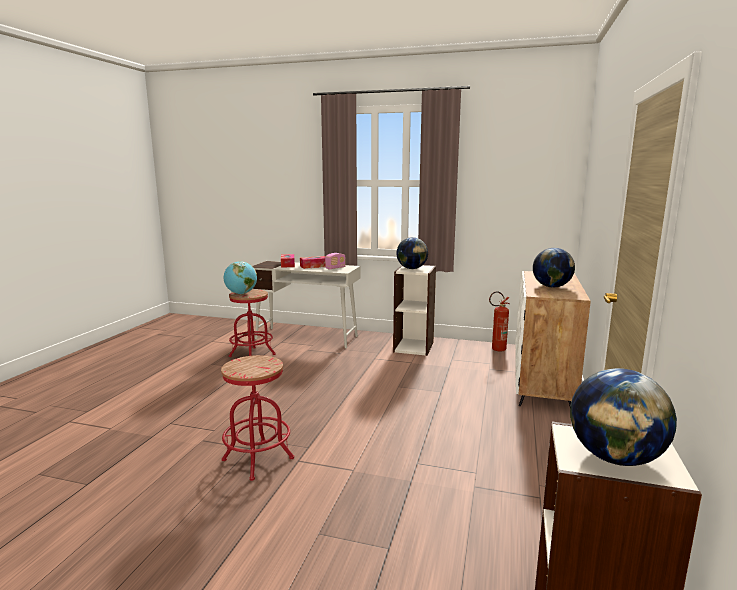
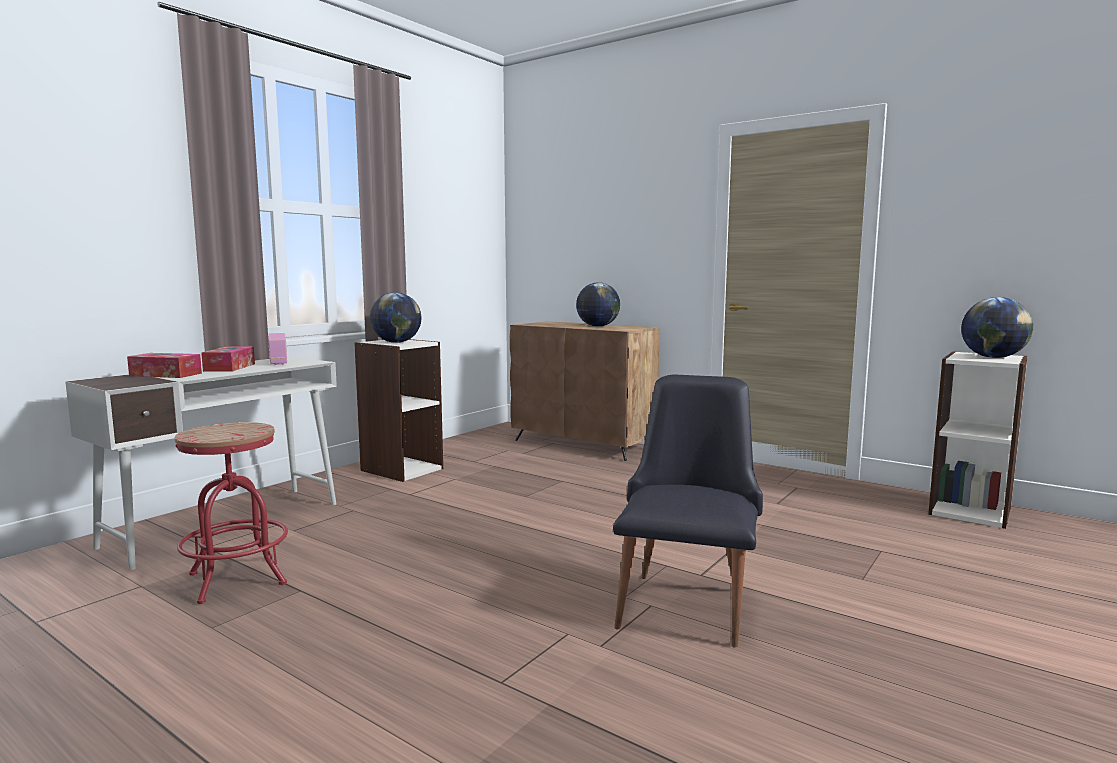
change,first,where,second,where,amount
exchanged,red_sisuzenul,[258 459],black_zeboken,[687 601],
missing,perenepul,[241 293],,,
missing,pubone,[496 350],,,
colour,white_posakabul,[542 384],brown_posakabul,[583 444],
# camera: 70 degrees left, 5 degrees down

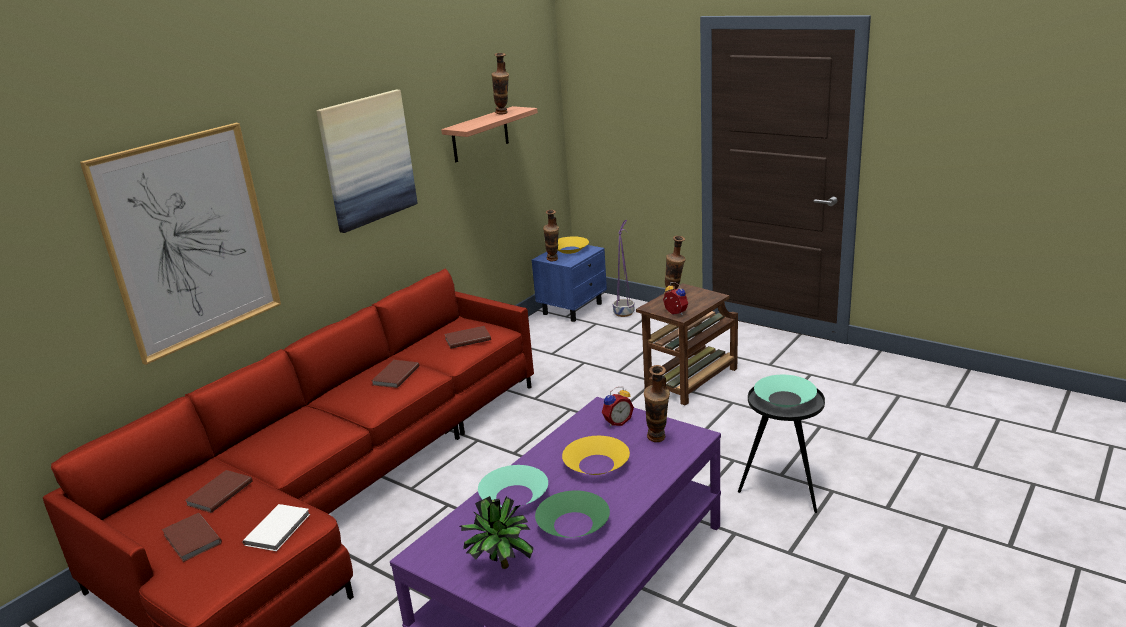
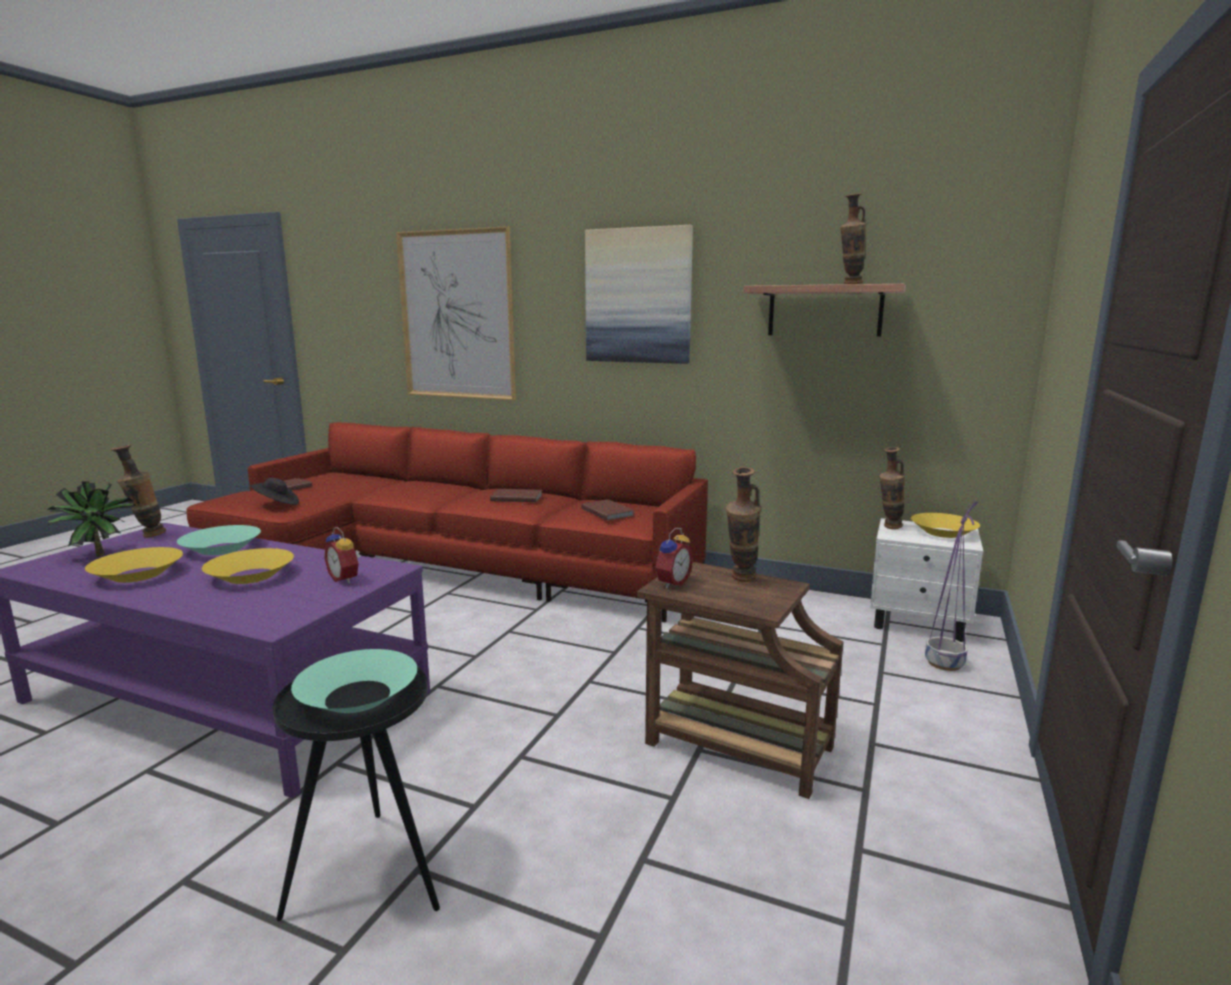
change,first,where,second,where,amount
missing,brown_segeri,[218 493],,,
exchanged,white_segeri,[279 529],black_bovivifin,[276 504],
colour,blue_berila,[573 308],white_berila,[919 623],
colour,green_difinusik,[573 524],yellow_difinusik,[137 574],
relocated,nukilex,[657 441],,[146 536],
# camera: 75 degrees right, 10 degrees down

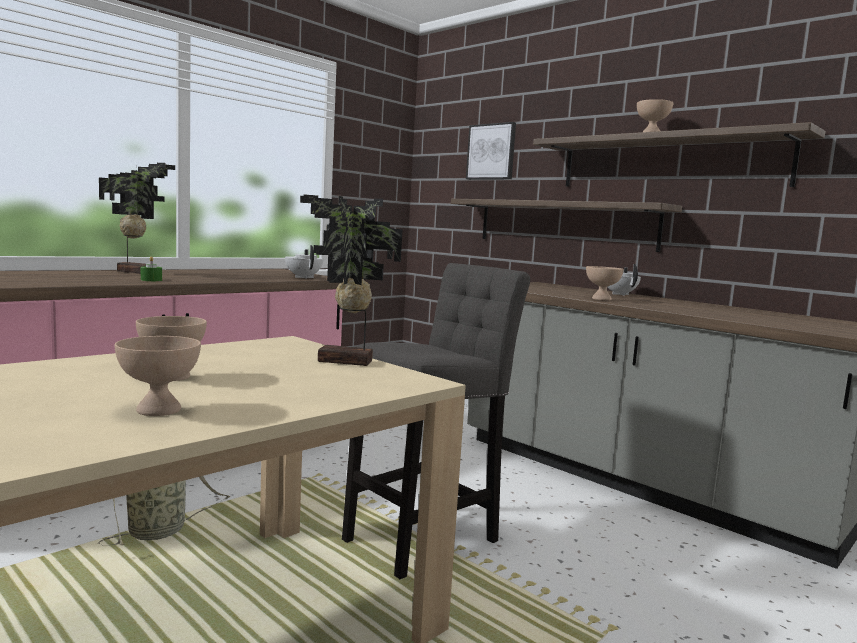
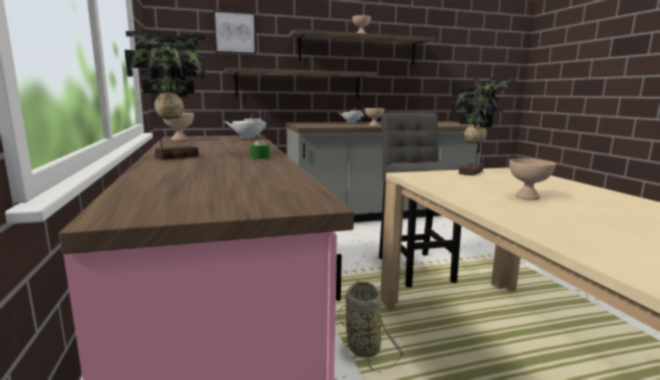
change,first,where,second,where,amount
relocated,beige_difinusik,[159 409],,[179 139],
# camera: 60 degrees left, 5 degrees up

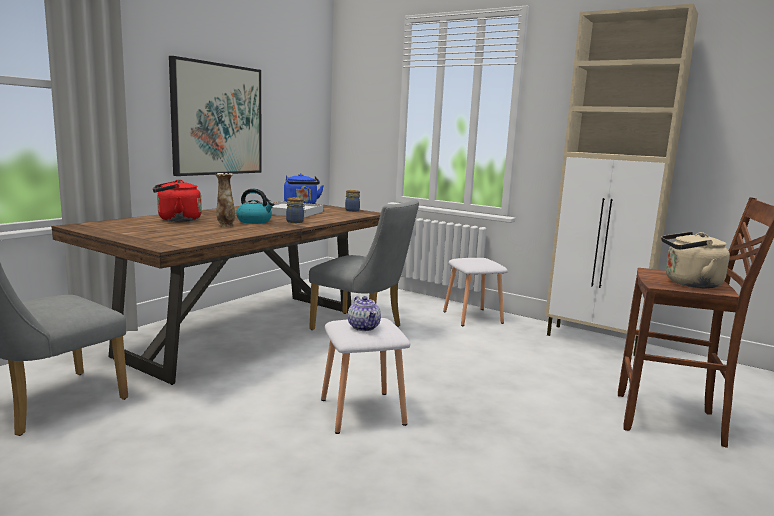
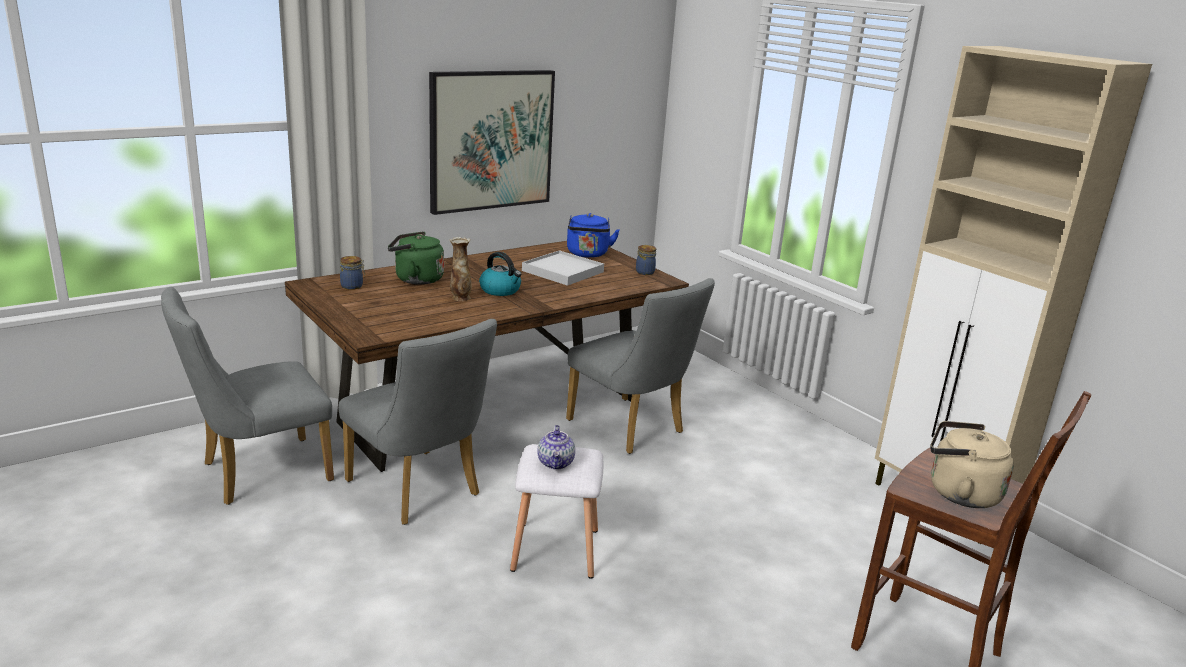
change,first,where,second,where,amount
colour,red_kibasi,[176 220],green_kibasi,[416 279],
relocated,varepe,[295 221],,[353 286],
missing,white_sisuzenul,[473 317],,,
appeared,,,grey_zeboken,[419 492],
# camera: 20 degrees right, 10 degrees up

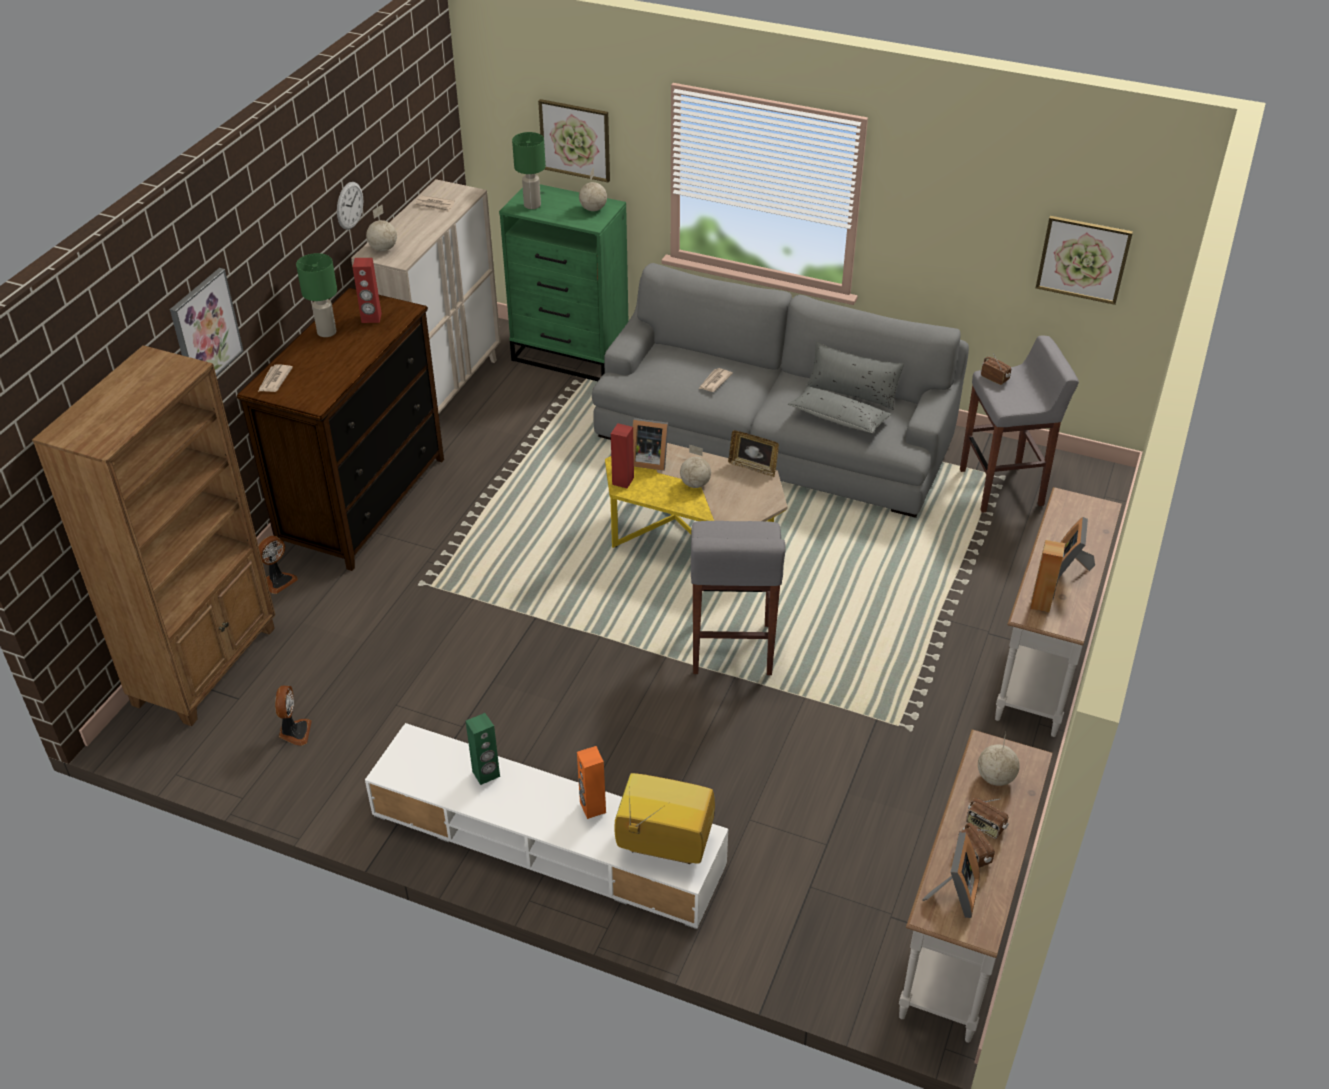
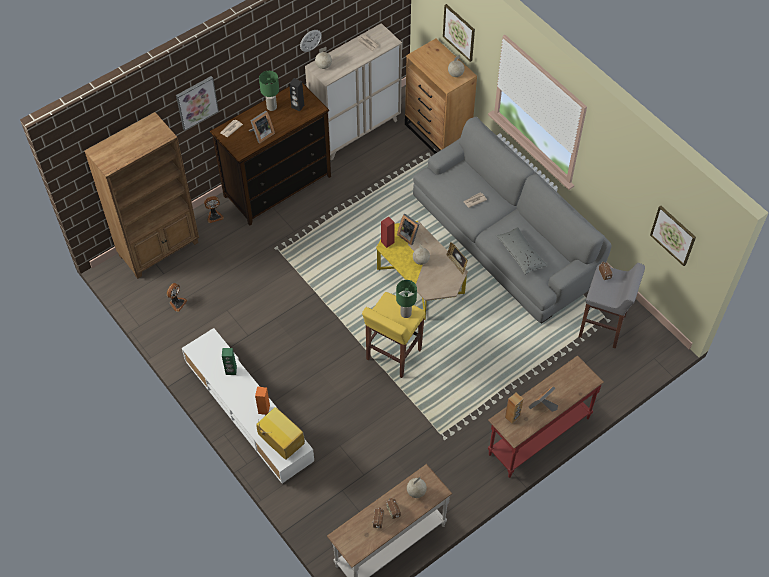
change,first,where,second,where,amount
colour,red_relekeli,[371 318],black_relekeli,[297 106],
colour,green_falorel,[571 356],brown_falorel,[437 134],
relocated,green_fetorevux,[532 205],,[406 314],
colour,grey_sisuzenul,[731 650],yellow_sisuzenul,[393 355],
missing,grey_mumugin,[852 392],,,
relocated,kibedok,[954 895],,[261 134],
colour,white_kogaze,[1042 659],red_kogaze,[538 435],
# camera: 30 degrees right, 15 degrees up

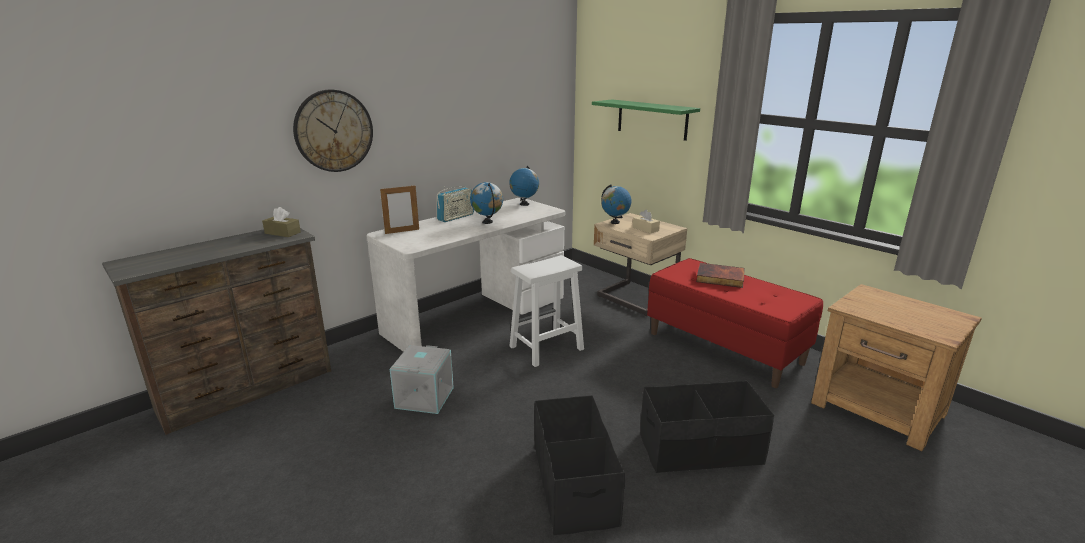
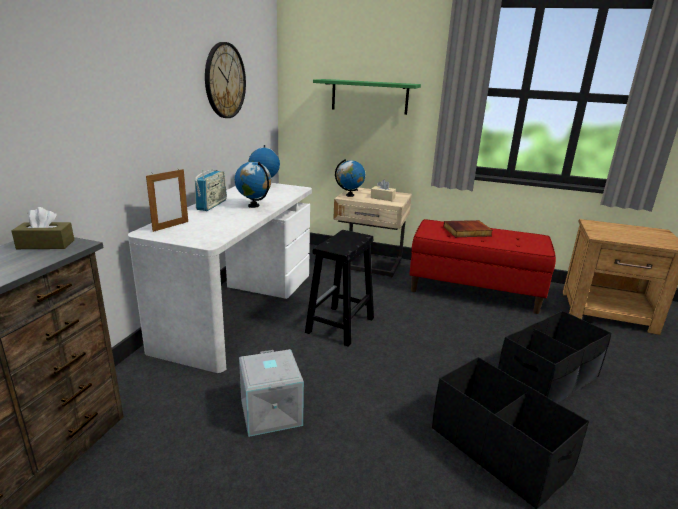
change,first,where,second,where,amount
relocated,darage,[333 131],,[224 81],
colour,white_sisuzenul,[545 348],black_sisuzenul,[340 326],
# camera: 30 degrees left, 0 degrees up

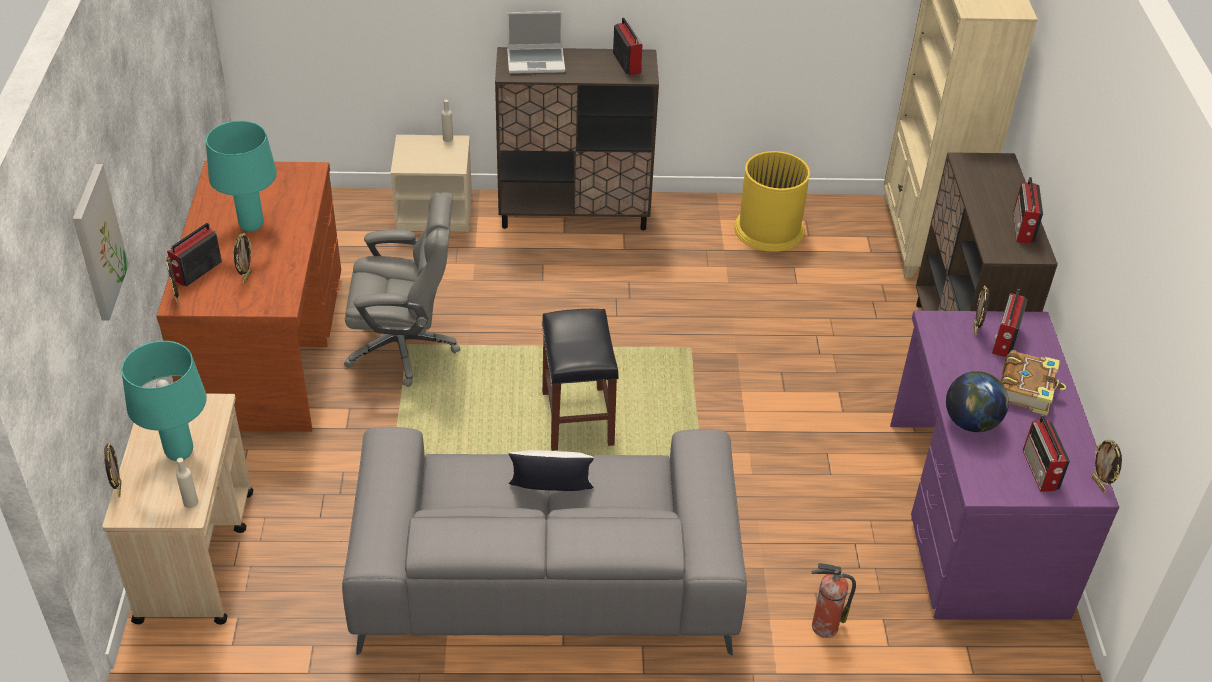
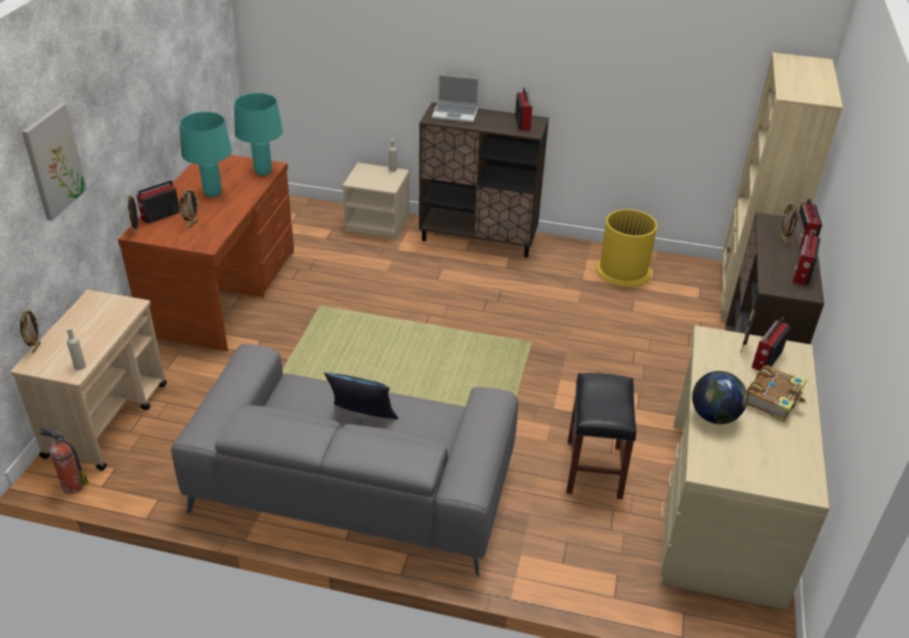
change,first,where,second,where,amount
relocated,turquoise_fetorevux,[179 453],,[263 172],
missing,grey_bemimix,[405 347],,,
colour,white_mumugin,[550 497],blue_mumugin,[361 419],
relocated,black_sisuzenul,[576 417],,[593 468],
relocated,pubone,[823 626],,[72 485],
colour,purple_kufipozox,[973 517],beige_kufipozox,[722 509],
relocated,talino,[1040 471],,[803 240],
relocated,kibedok,[1099 484],,[783 240],
# camera: 15 degrees right, 5 degrees down

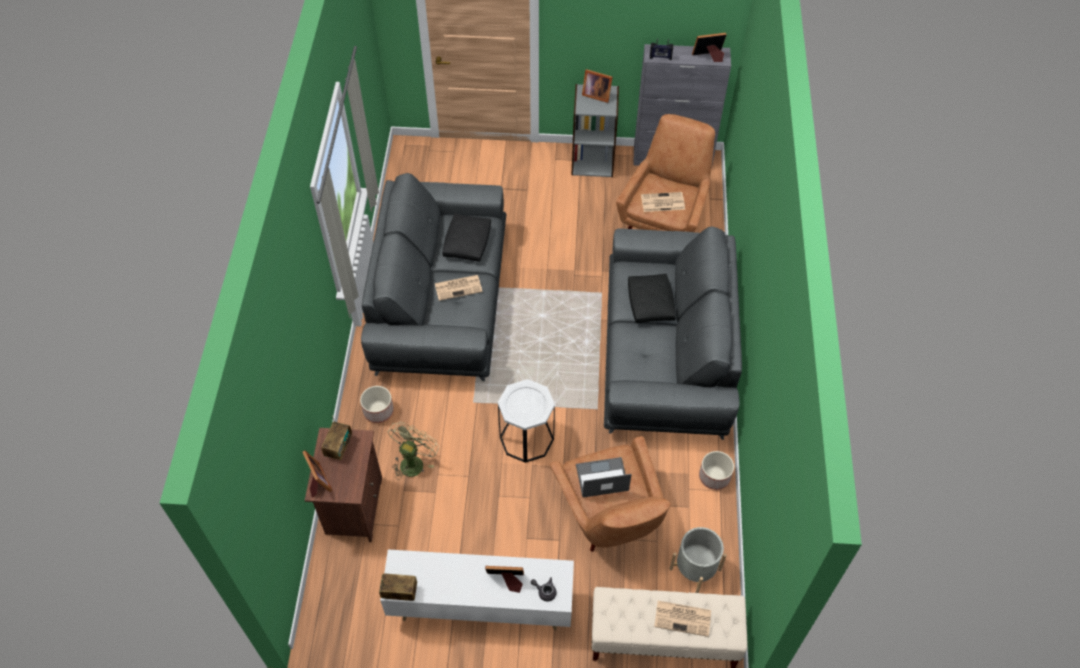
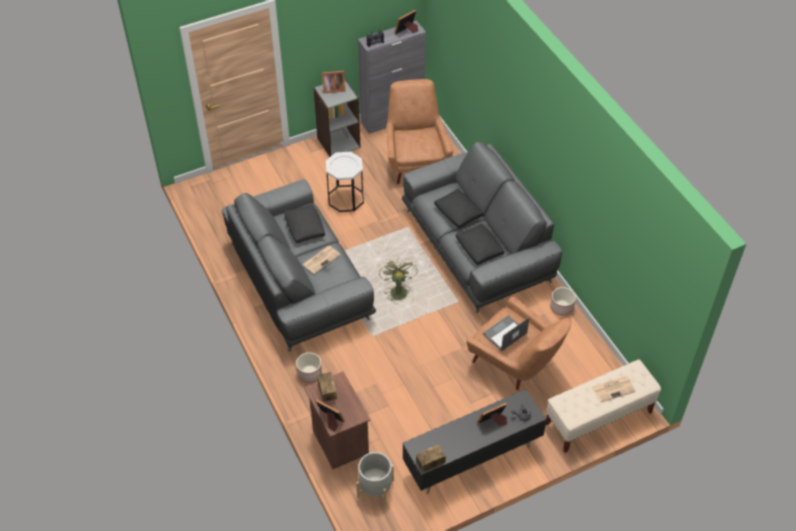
change,first,where,second,where,amount
colour,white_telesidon,[480 606],black_telesidon,[471 459],
relocated,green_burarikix,[413 461],,[397 290],
relocated,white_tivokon,[526 438],,[345 198],
missing,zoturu,[662 202],,,
relocated,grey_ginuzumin,[695 569],,[375 488],
appeared,,,black_mumugin,[479 249],
# camera: 30 degrees left, 5 degrees down

